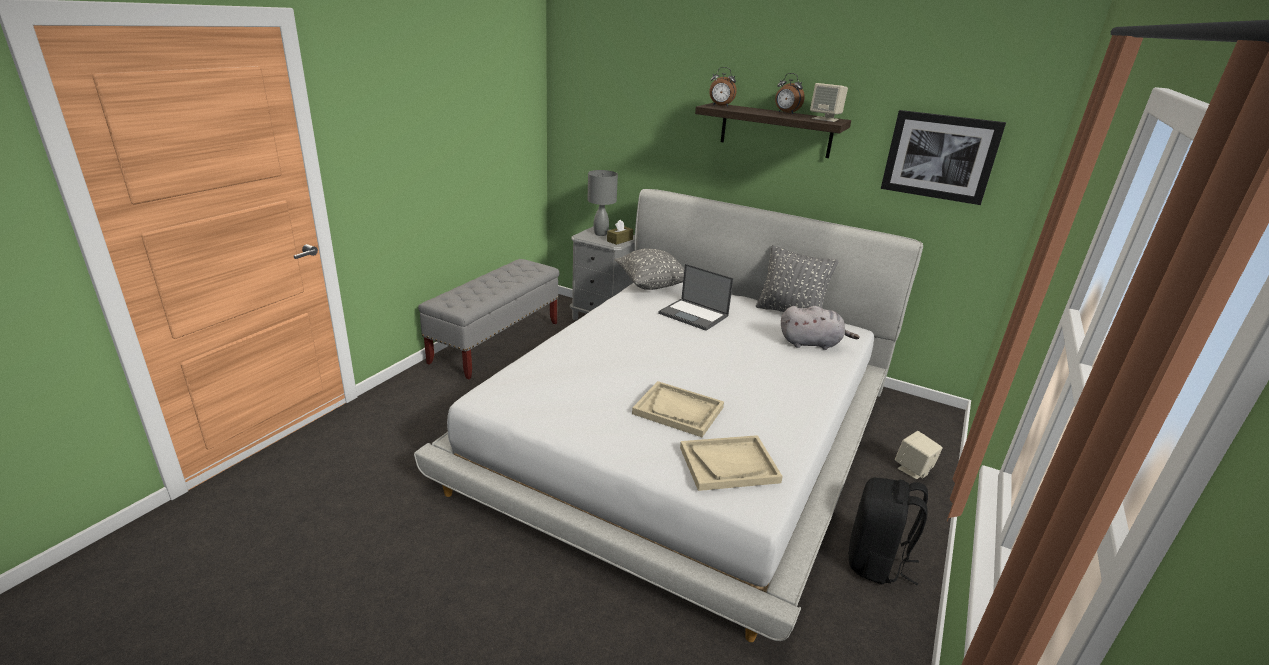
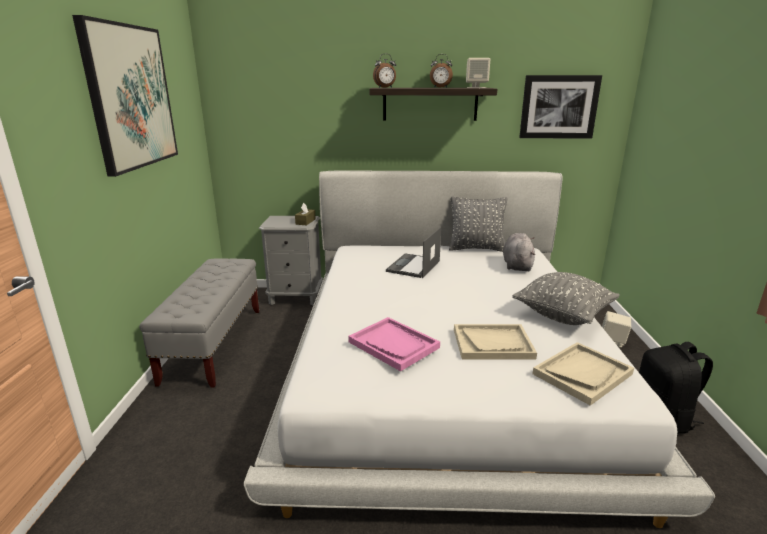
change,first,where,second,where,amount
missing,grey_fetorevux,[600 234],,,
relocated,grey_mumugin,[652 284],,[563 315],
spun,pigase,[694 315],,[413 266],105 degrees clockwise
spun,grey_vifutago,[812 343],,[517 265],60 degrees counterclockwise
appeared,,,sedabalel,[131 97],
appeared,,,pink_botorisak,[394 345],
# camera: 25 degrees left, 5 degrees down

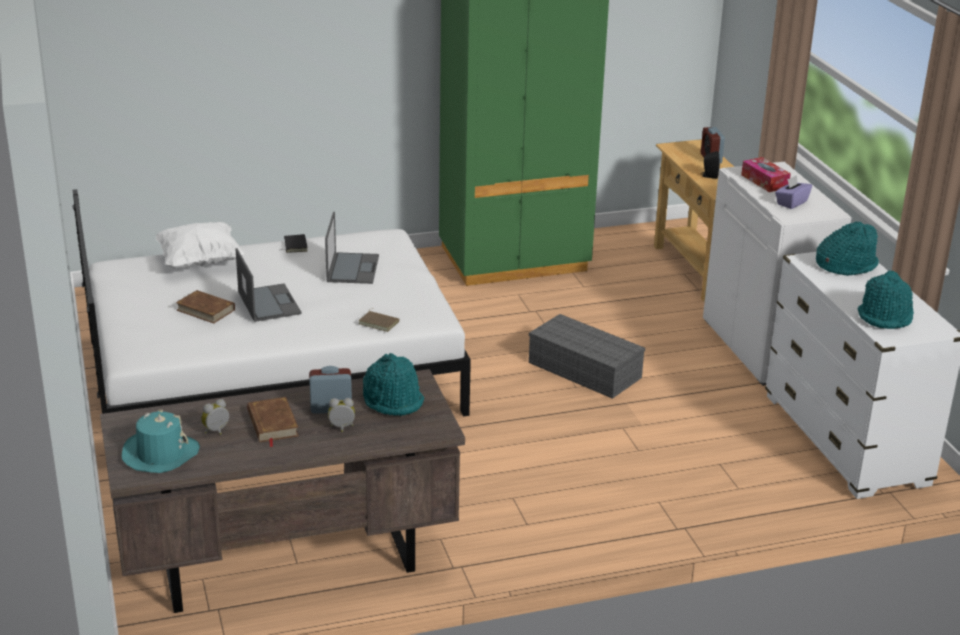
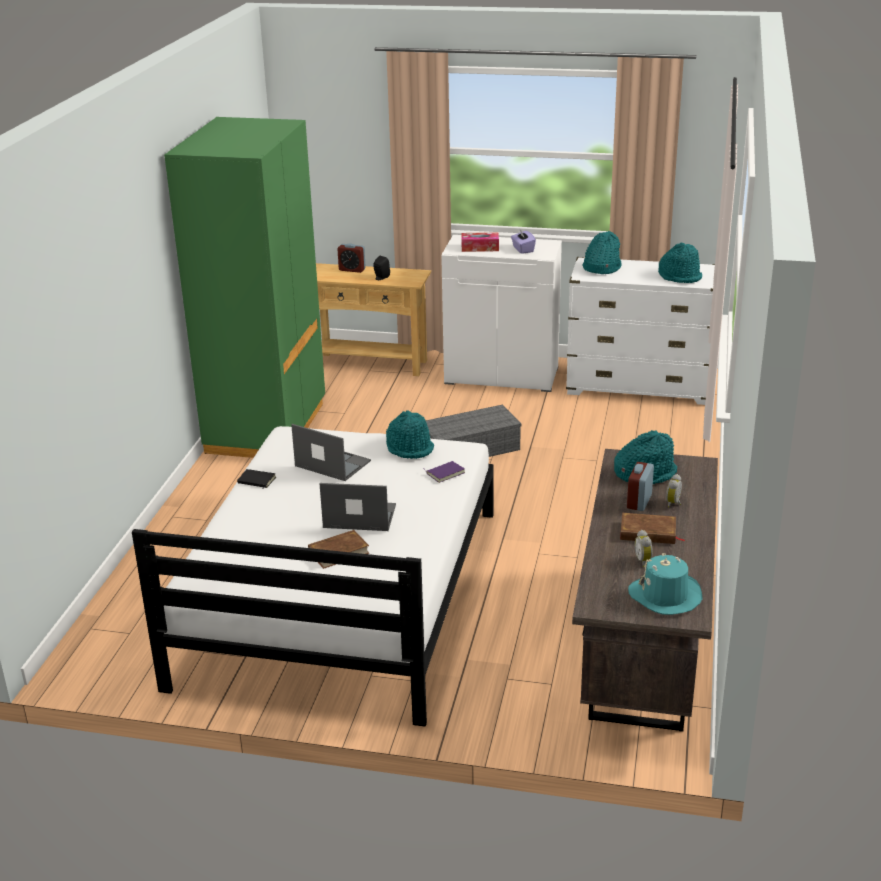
change,first,where,second,where,amount
missing,white_mumugin,[200 262],,,
colour,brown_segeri,[379 322],purple_segeri,[445 473],
appeared,,,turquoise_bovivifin,[410 448],
# camera: 60 degrees left, 0 degrees up

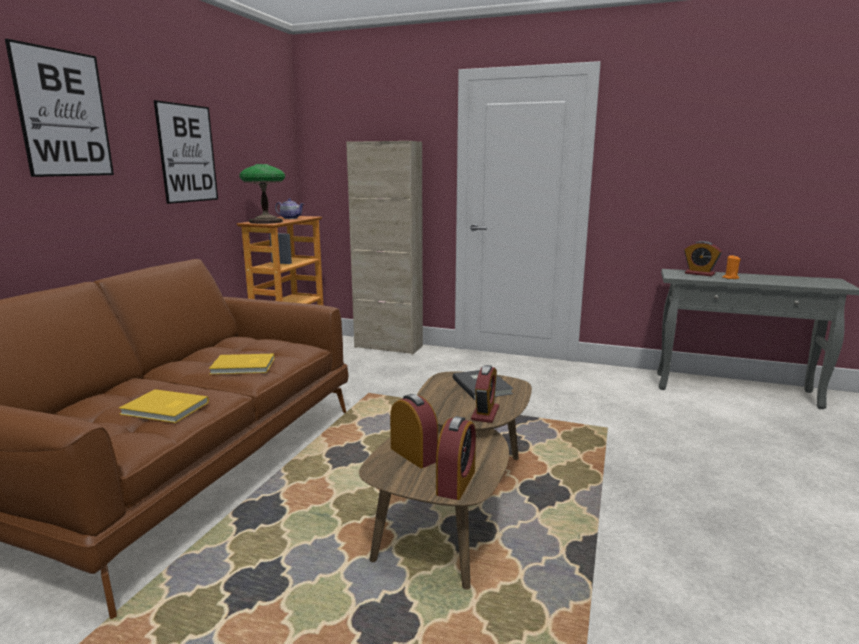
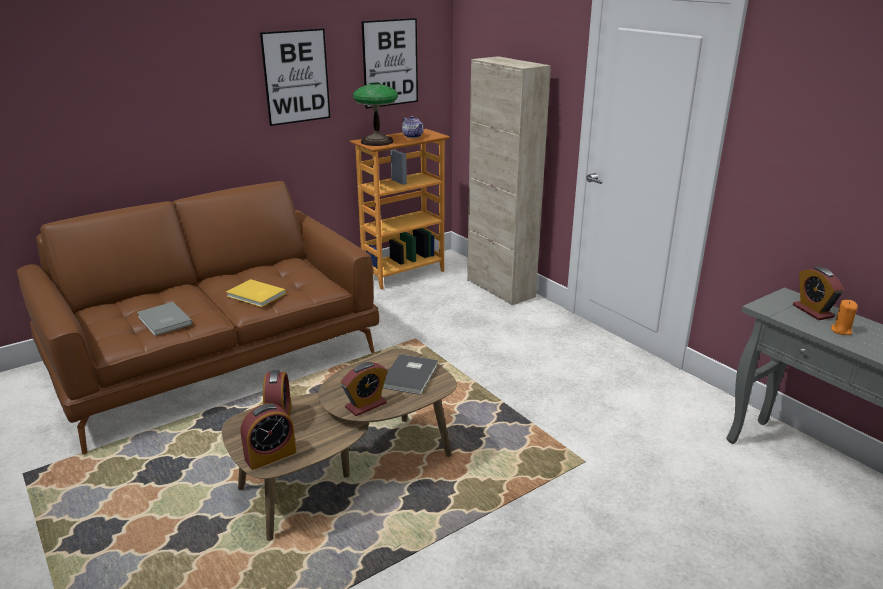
change,first,where,second,where,amount
relocated,sedabalel,[63 113],,[390 63],
colour,yellow_segeri,[164 409],grey_segeri,[163 321],
# camera: 35 degrees right, 10 degrees up

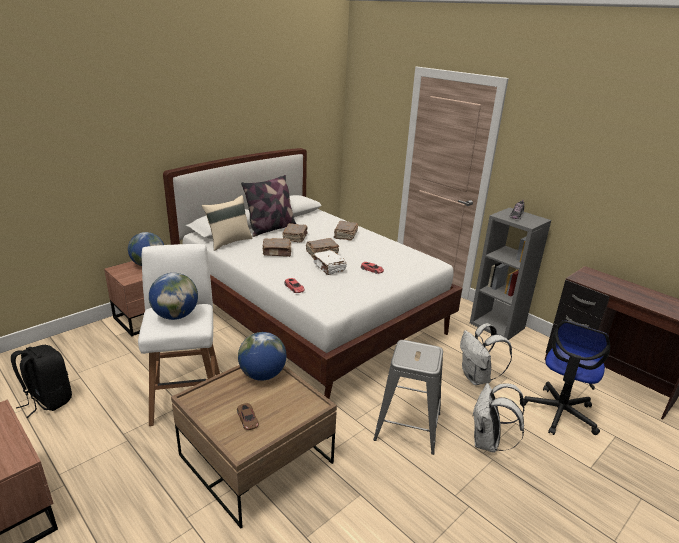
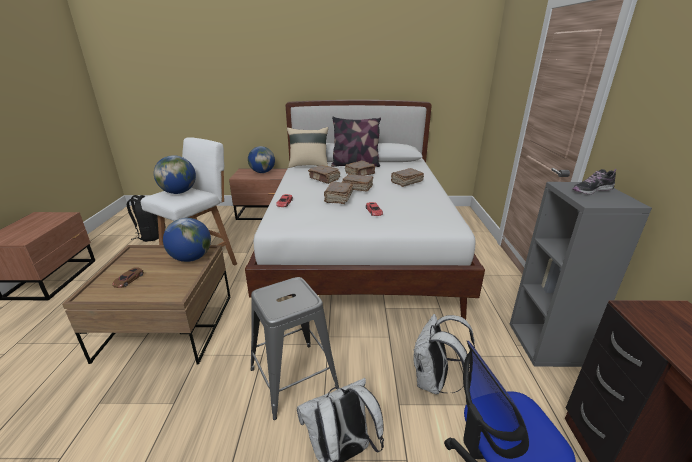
change,first,where,second,where,amount
colour,white_segeri,[329 267],brown_segeri,[338 198],
# camera: 45 degrees right, 0 degrees up

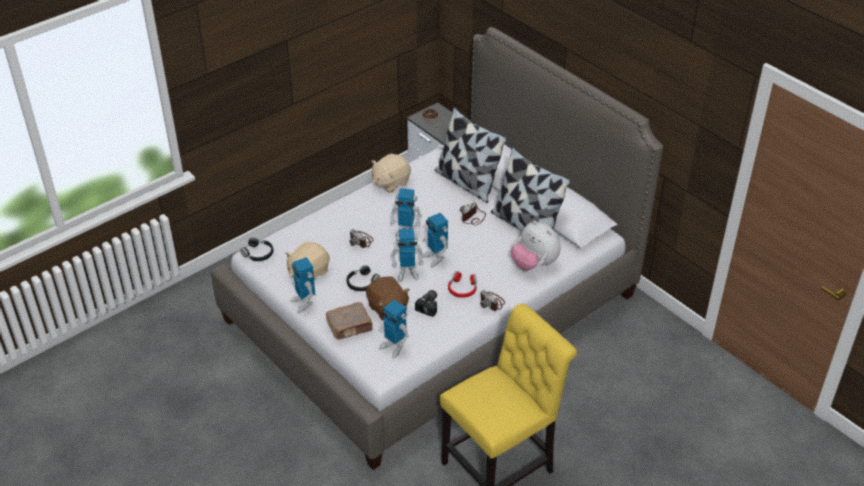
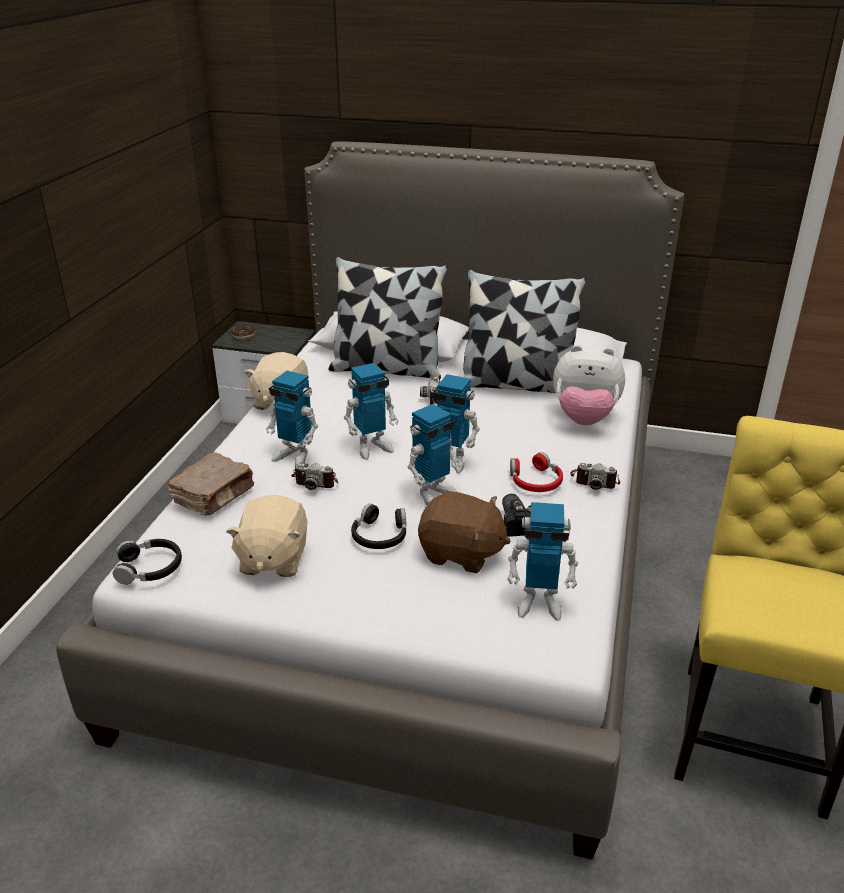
change,first,where,second,where,amount
relocated,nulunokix,[304 303],,[294 456],
relocated,brown_segeri,[350 327],,[214 495],
# camera: 35 degrees left, 10 degrees down

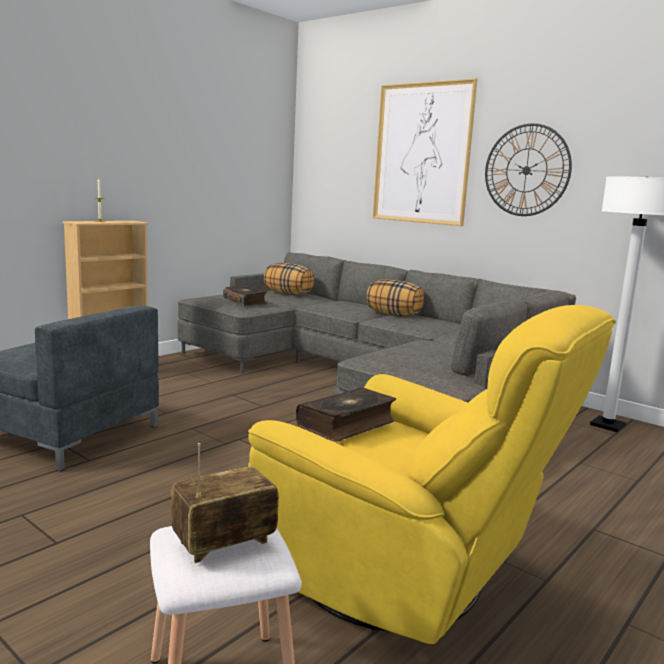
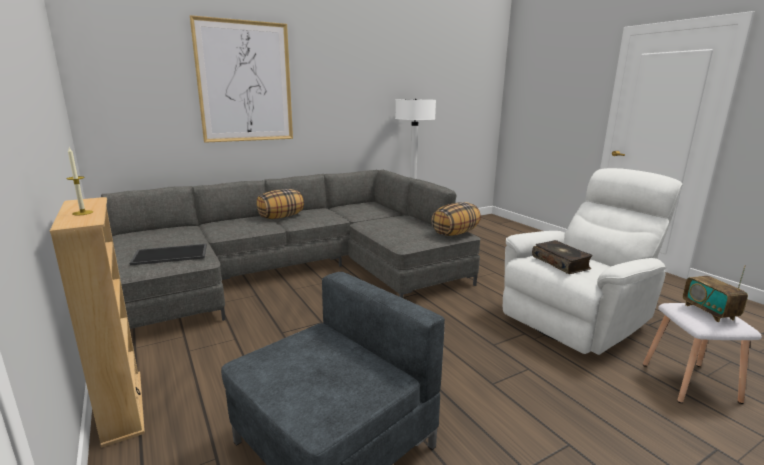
change,first,where,second,where,amount
exchanged,segeri,[245 301],botorisak,[171 254],
colour,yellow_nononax,[403 578],white_nononax,[578 320],
relocated,mumugin,[288 294],,[455 233],
missing,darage,[526 170],,,
# camera: 70 degrees left, 5 degrees up

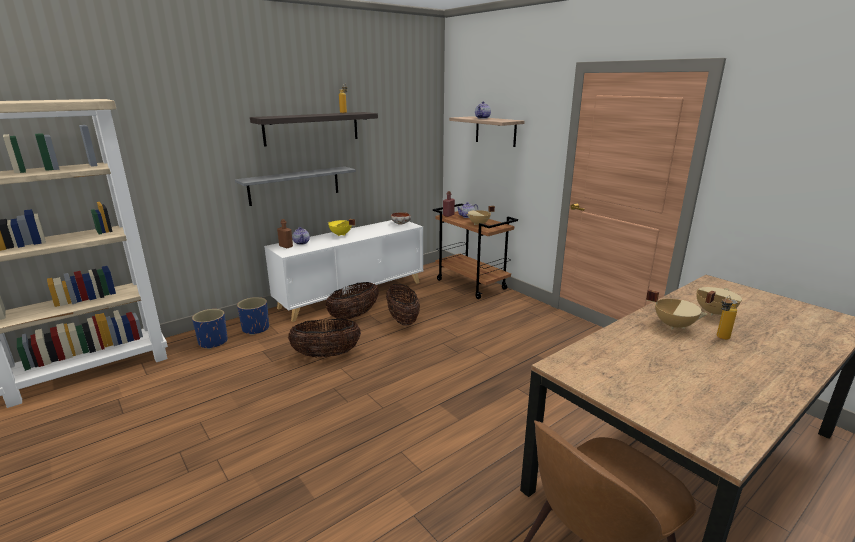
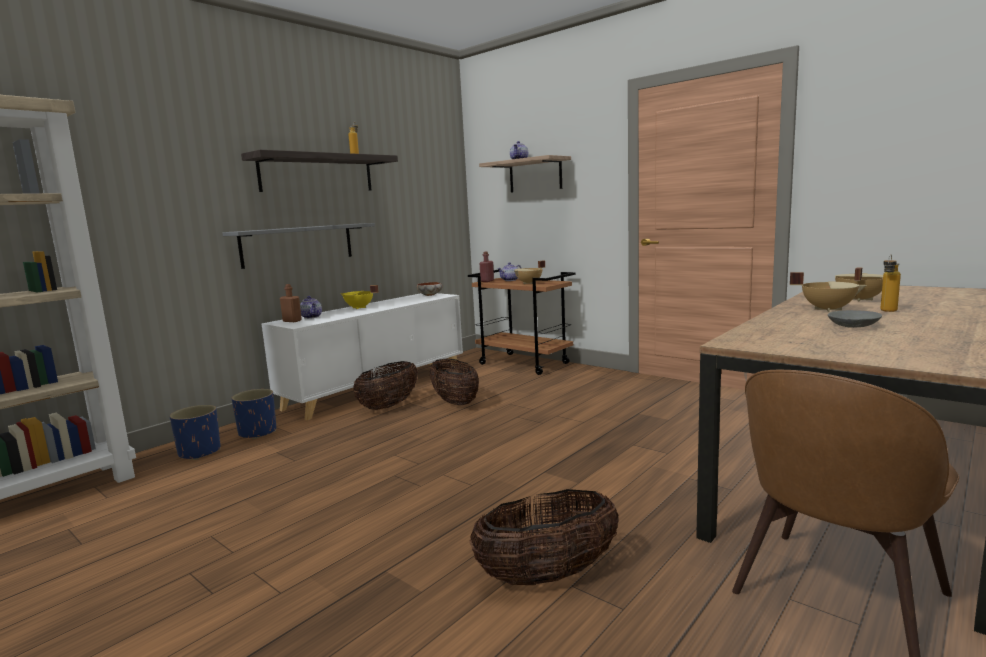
change,first,where,second,where,amount
relocated,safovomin,[326 354],,[547 575],
appeared,,,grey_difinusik,[852 326],
# camera: 10 degrees left, 10 degrees down

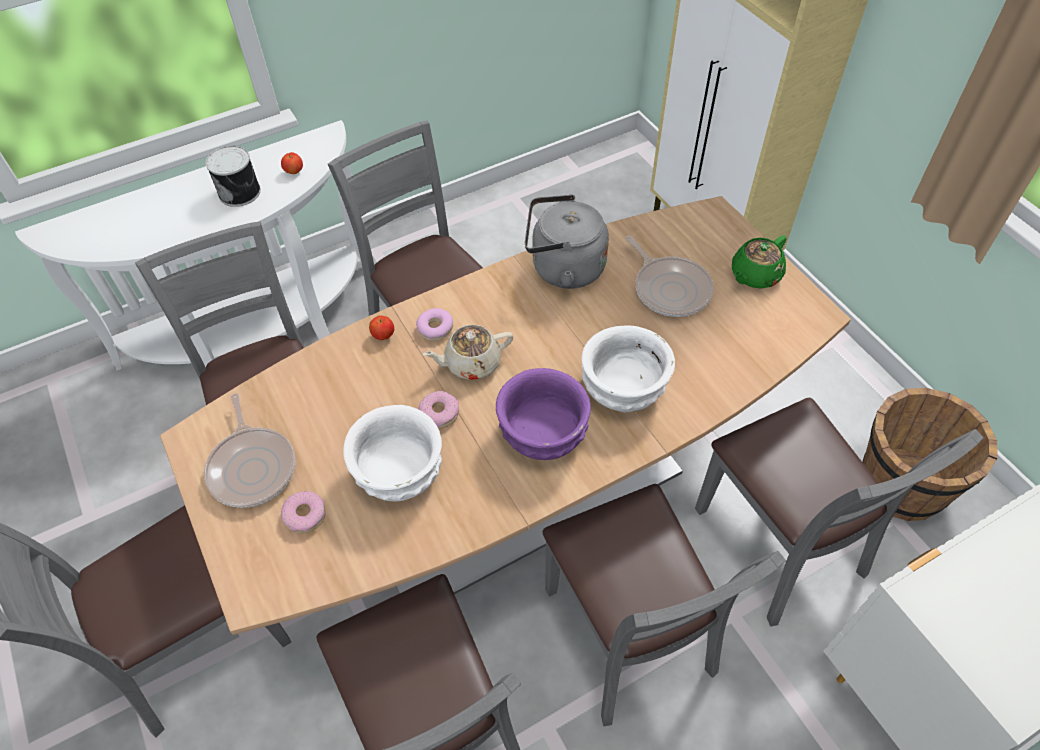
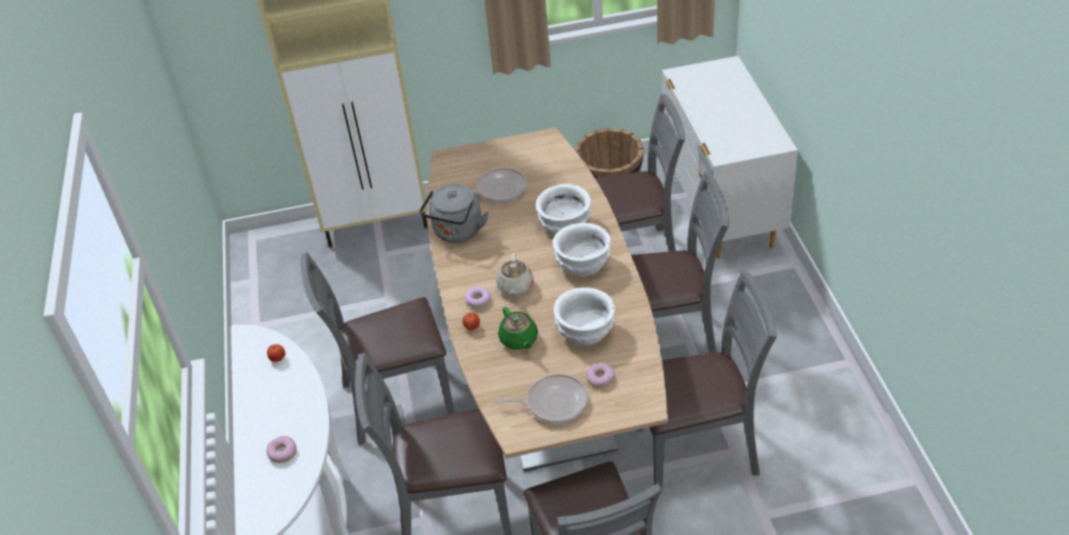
change,first,where,second,where,amount
missing,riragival,[240 192],,,
relocated,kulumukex,[439 413],,[282 452],
colour,purple_difinusik,[542 432],white_difinusik,[582 264],
relocated,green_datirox,[754 275],,[519 340],
# camera: 70 degrees left, 10 degrees down

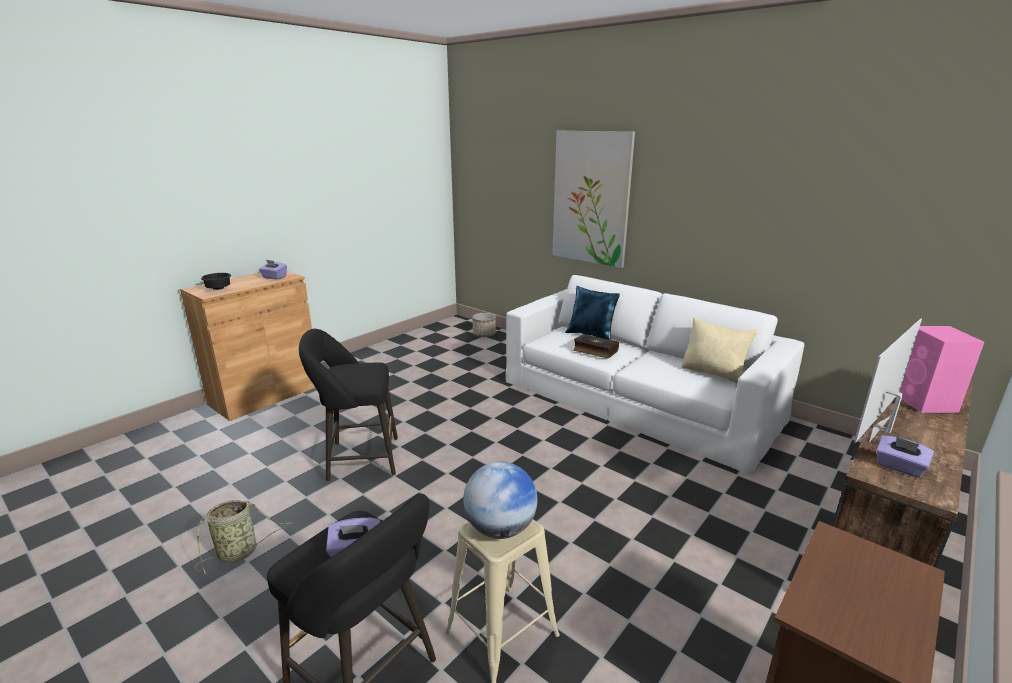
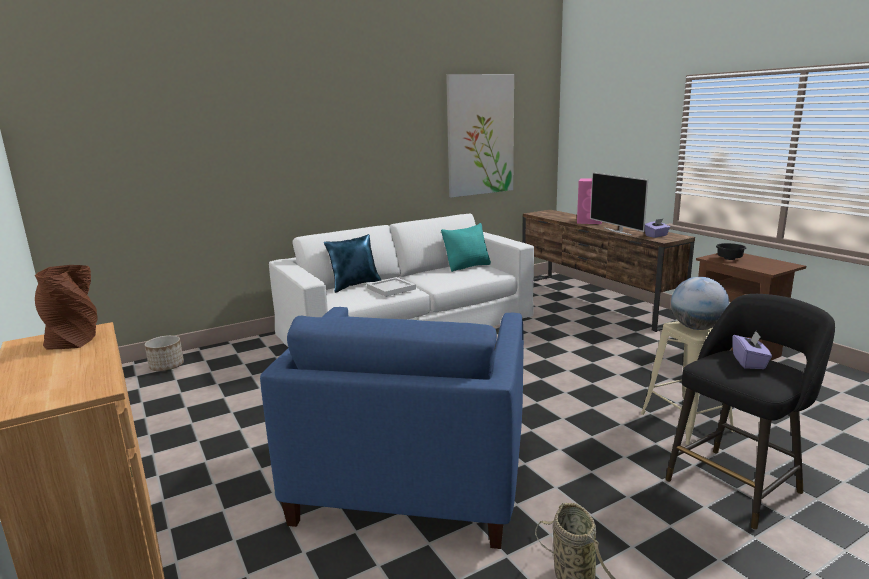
change,first,where,second,where,amount
relocated,black_difinusik,[218 288],,[728 259],
exchanged,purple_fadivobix,[274 277],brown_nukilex,[75 341],
exchanged,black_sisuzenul,[358 459],blue_nononax,[411 479],
relocated,sedabalel,[591 198],,[480 135],
exchanged,segeri,[595 351],white_botorisak,[391 289],
colour,beige_mumugin,[713 373],turquoise_mumugin,[467 266],
# camera: 70 degrees left, 5 degrees down

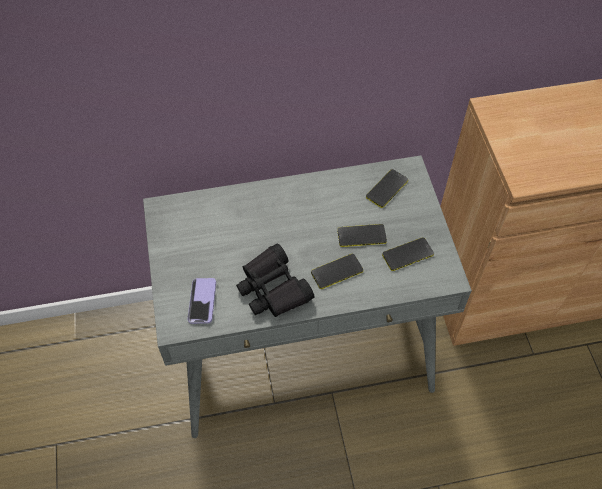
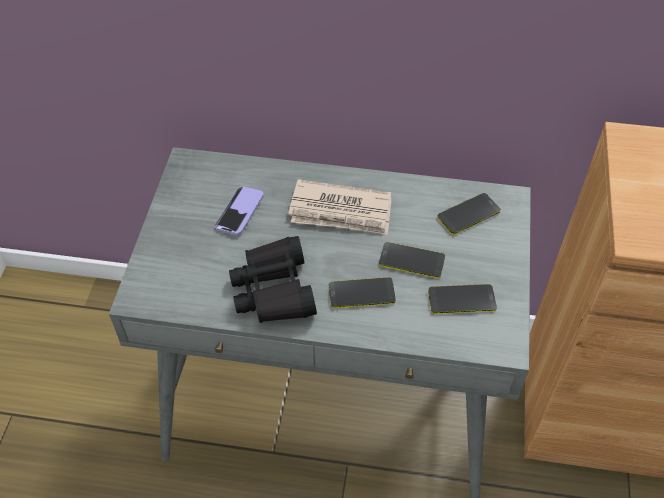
change,first,where,second,where,amount
relocated,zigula,[202 301],,[239 212],
appeared,,,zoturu,[341 211],
# camera: 20 degrees right, 5 degrees down

